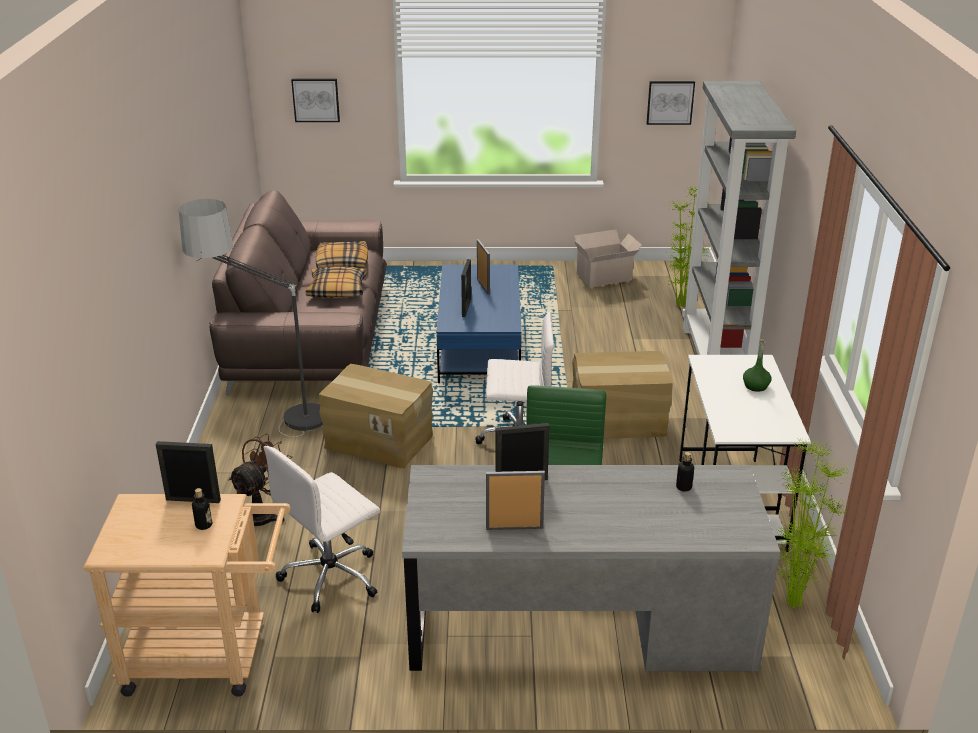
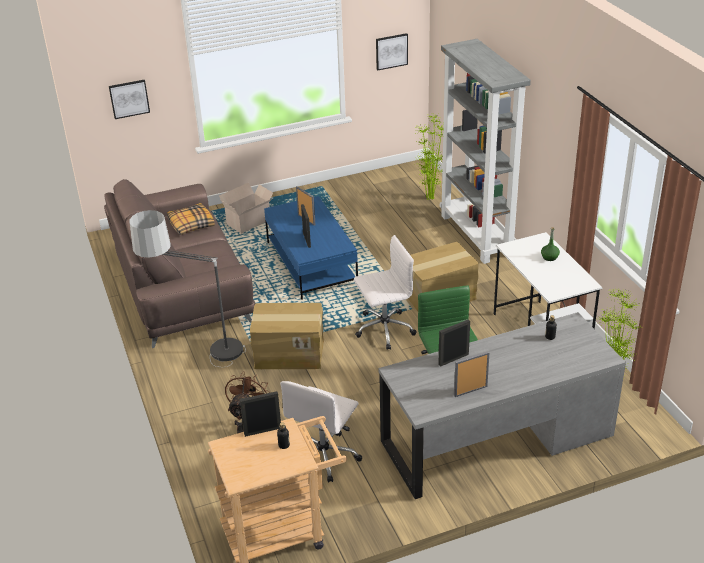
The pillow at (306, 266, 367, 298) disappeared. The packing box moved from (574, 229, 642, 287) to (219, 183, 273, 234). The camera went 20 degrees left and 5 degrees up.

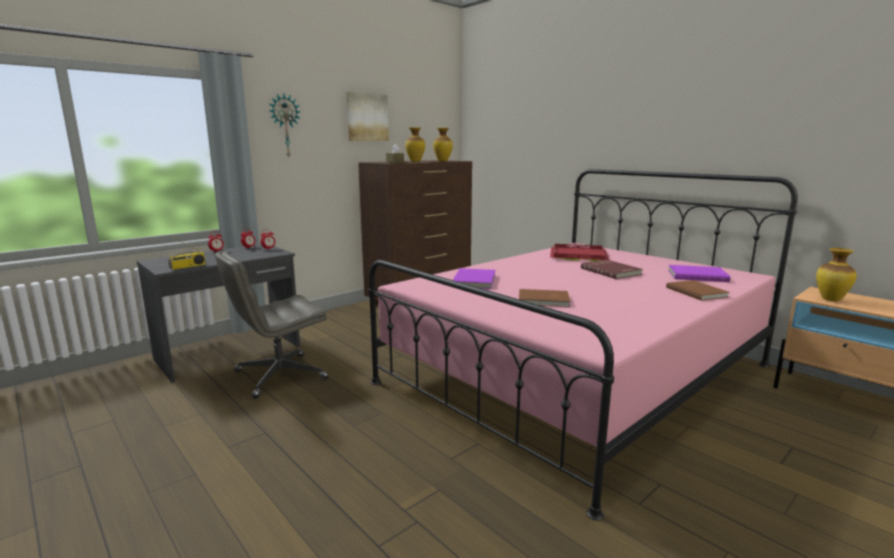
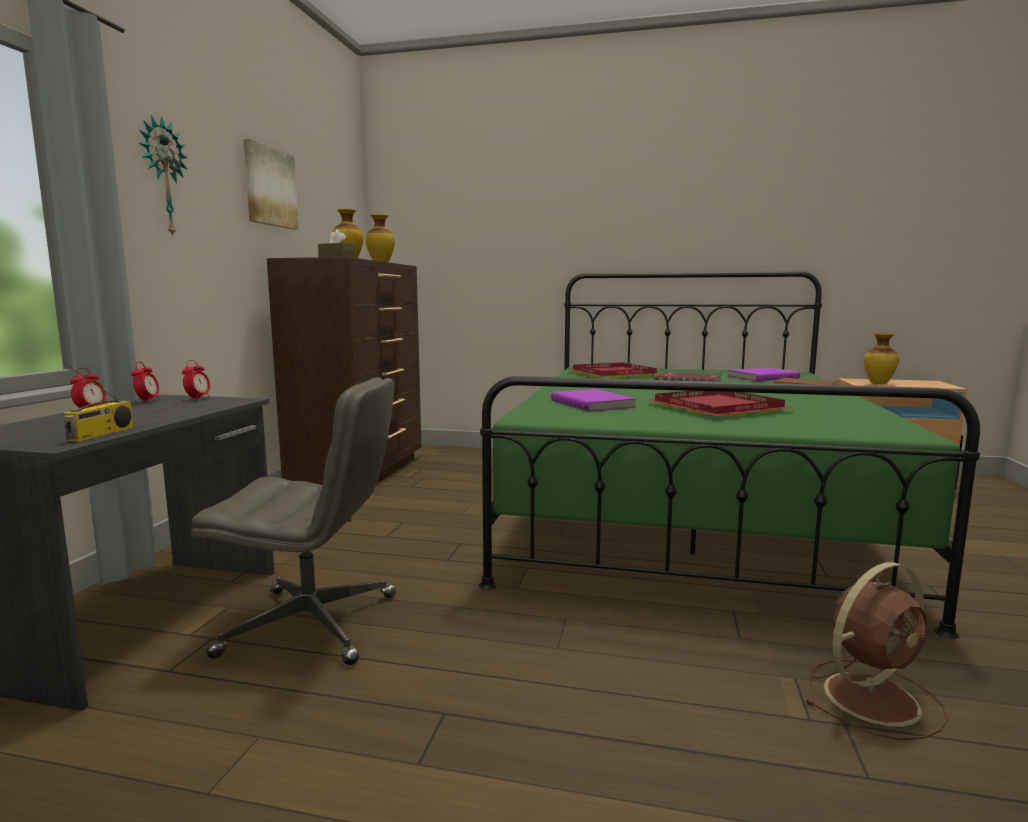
The desk chair (grey) at (215, 251, 328, 398) turned 105 degrees counterclockwise. The sleeping bed (pink-coloured) at (368, 169, 798, 521) became the sleeping bed (green) at (479, 271, 980, 639). The volume (brown) at (519, 289, 570, 307) was replaced by the carrying tray (red-coloured) at (649, 391, 793, 417). The electric fan (brown) at (805, 562, 948, 740) appeared. The camera went 35 degrees left and 5 degrees down.

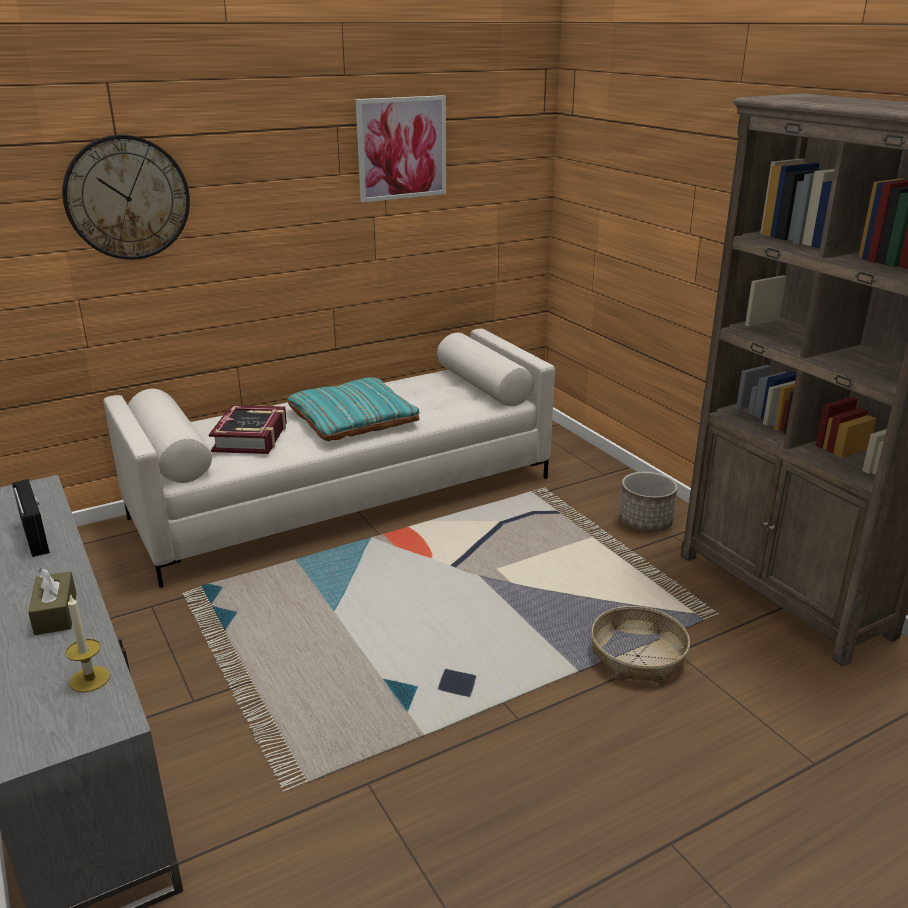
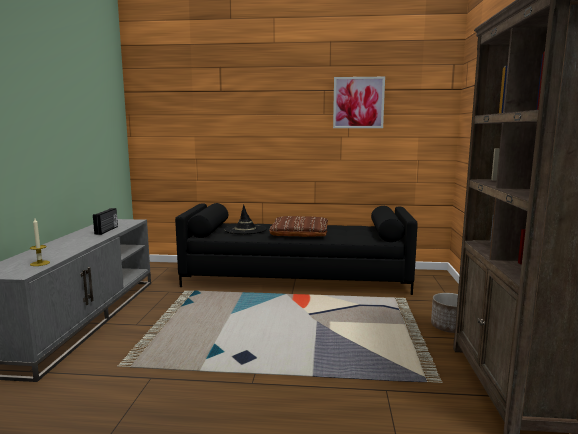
The tissue box (brown) at (28, 568, 76, 635) disappeared. The wall clock at (62, 135, 190, 260) disappeared. The couch (white-coloured) at (103, 329, 555, 588) became the couch (black-coloured) at (175, 203, 418, 295). The volume at (209, 405, 287, 454) was replaced by the wearable hat (black-coloured) at (224, 205, 267, 234). The pillow (turquoise-coloured) at (287, 377, 420, 441) became the pillow (brown) at (269, 216, 328, 237). The household basket at (591, 606, 690, 684) disappeared. The camera went 35 degrees right and 15 degrees down.

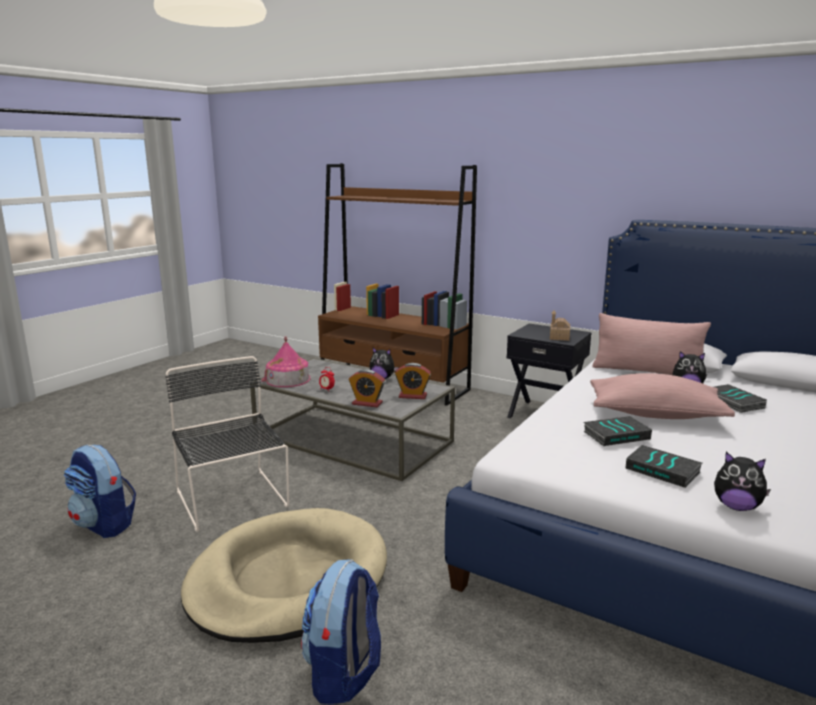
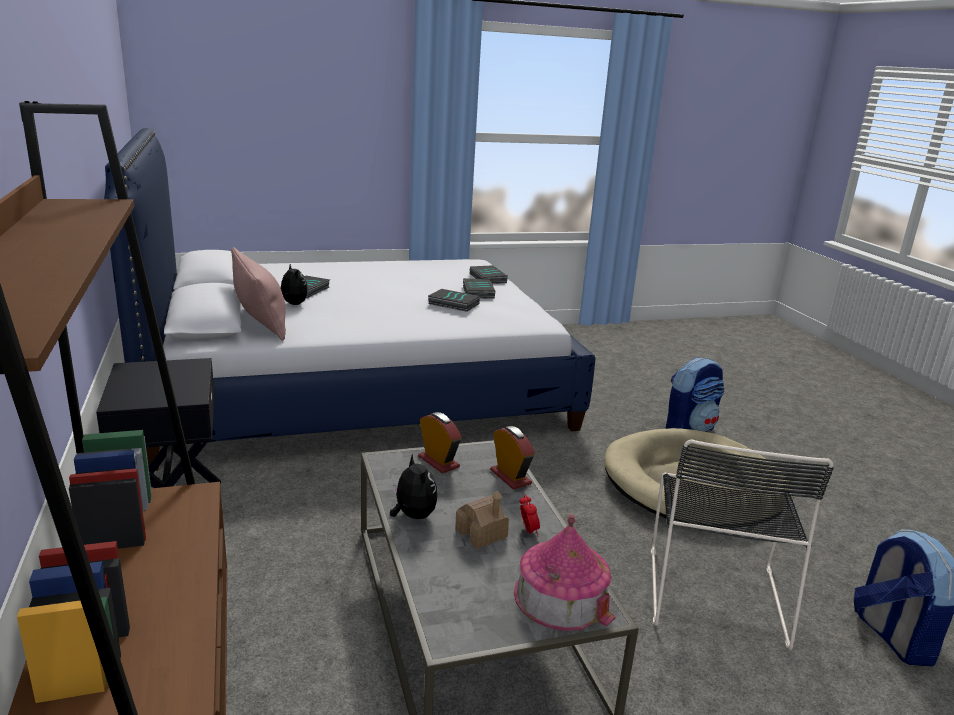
The miniature house moved from (550, 311, 570, 341) to (455, 490, 509, 549). The pillow (pink-coloured) at (590, 373, 735, 419) disappeared. The cuddly toy at (714, 452, 771, 511) was replaced by the volume at (469, 265, 508, 284). The camera went 140 degrees left and 5 degrees up.

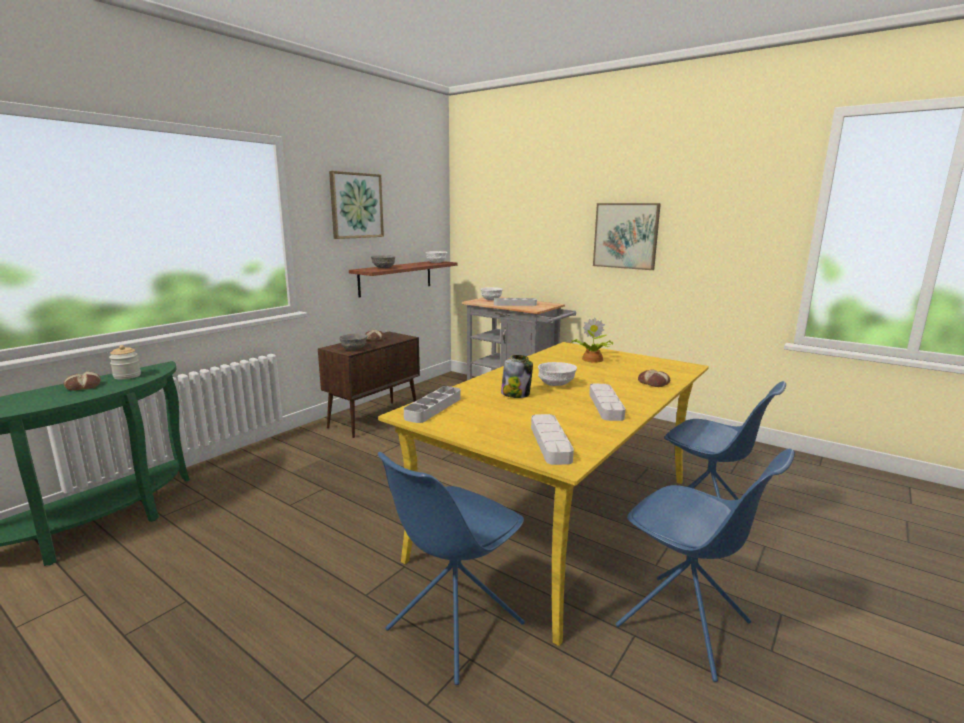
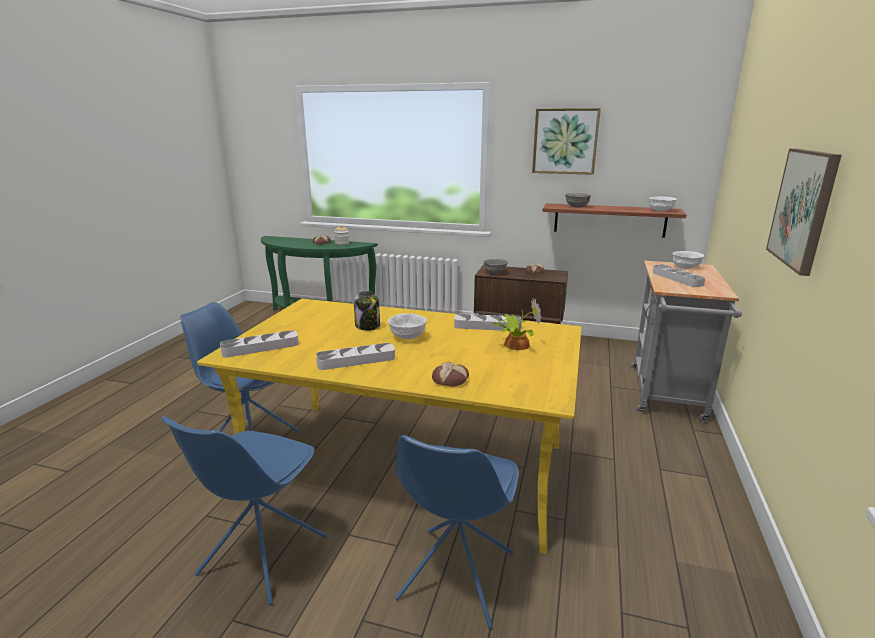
The carrying tray (grey) moved from (404, 386, 461, 423) to (454, 314, 522, 331). The camera went 70 degrees right and 5 degrees up.

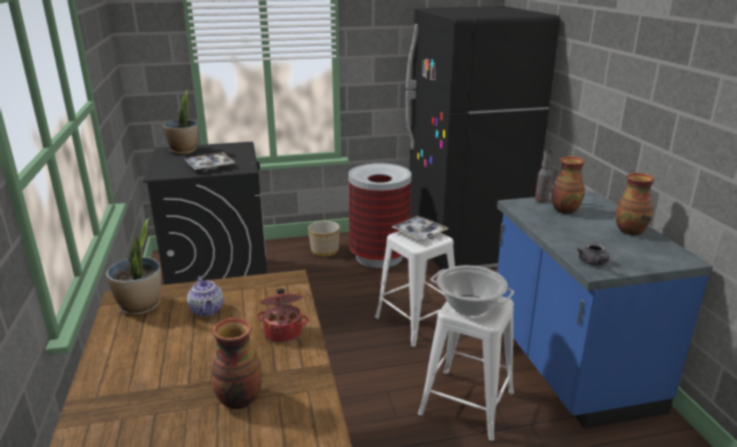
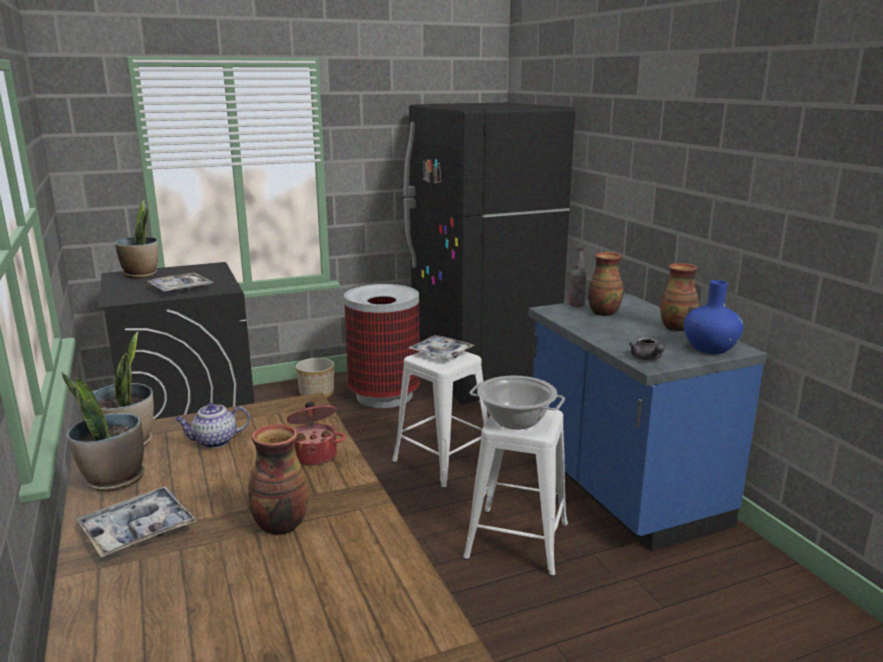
The tea pot at (187, 276, 224, 317) turned 105 degrees clockwise. The houseplant at (62, 372, 144, 492) appeared. The carrying tray at (77, 486, 197, 557) appeared. The vase (bluish) at (684, 280, 743, 354) appeared. The camera went 10 degrees left and 5 degrees down.

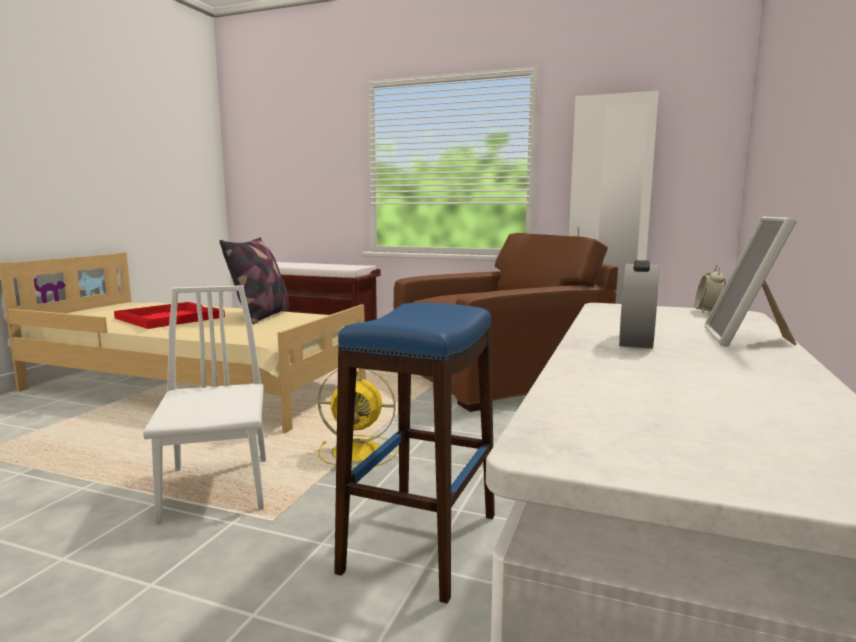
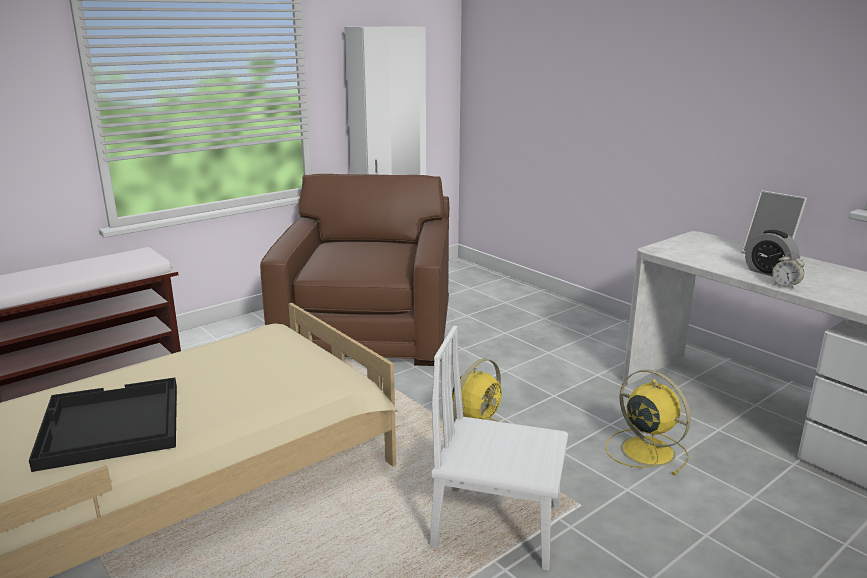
The carrying tray (red-coloured) at (114, 302, 225, 329) became the carrying tray (black-coloured) at (29, 378, 177, 472). The pillow at (219, 237, 290, 324) disappeared. The stool (bluish) at (334, 303, 495, 604) was replaced by the electric fan (yellow) at (605, 370, 691, 475). The table clock moved from (695, 264, 726, 313) to (772, 252, 805, 289). The camera went 60 degrees left and 10 degrees up.

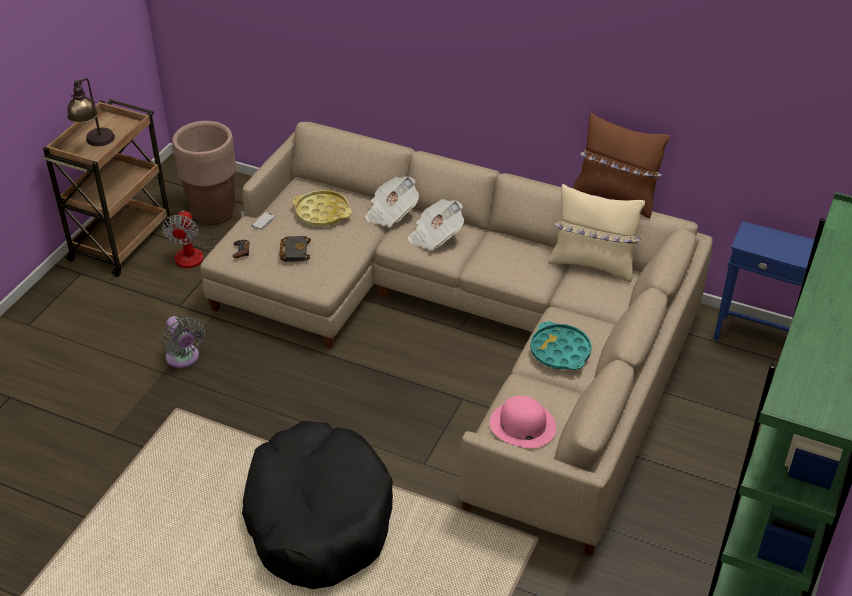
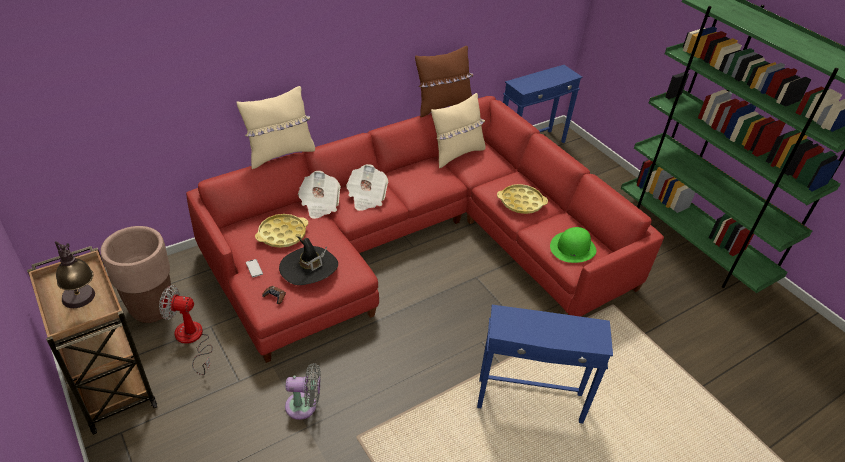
The electric fan at (162, 210, 245, 268) turned 150 degrees clockwise. The couch (beige-coloured) at (200, 122, 713, 556) became the couch (red-coloured) at (186, 96, 664, 363). The dog cushion (black-coloured) at (242, 421, 393, 589) was replaced by the end table (bluish) at (477, 305, 613, 423). The volume (black-coloured) at (280, 236, 311, 262) was replaced by the wearable hat (black-coloured) at (279, 236, 338, 285). The wearable hat (pink-coloured) at (490, 396, 556, 448) became the wearable hat (green) at (550, 227, 596, 263). The carrying tray (turquoise-coloured) at (530, 321, 592, 370) became the carrying tray (yellow) at (497, 184, 548, 214). The pillow (beige-coloured) at (237, 86, 315, 169) appeared. The camera went 60 degrees left and 0 degrees up.

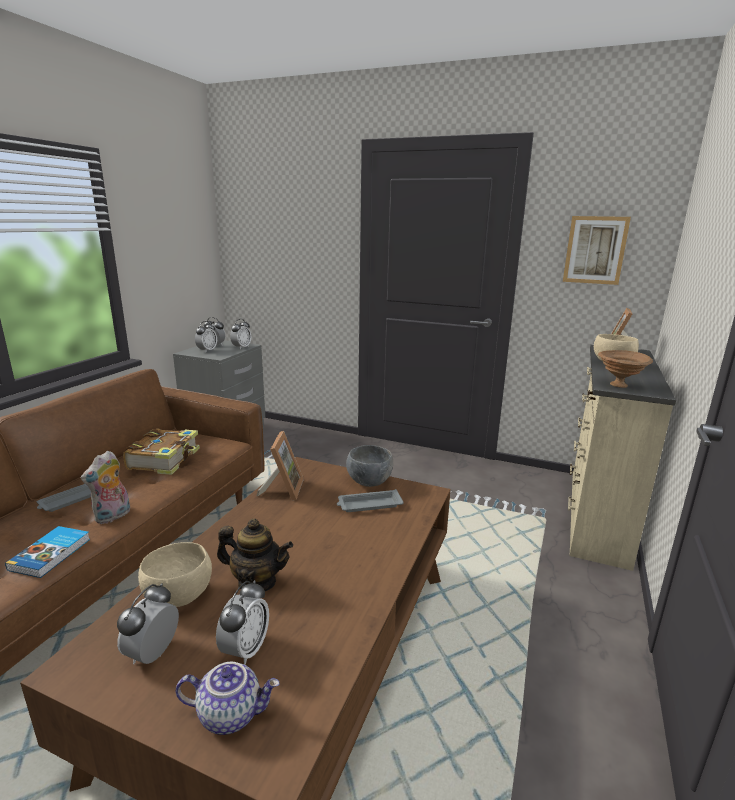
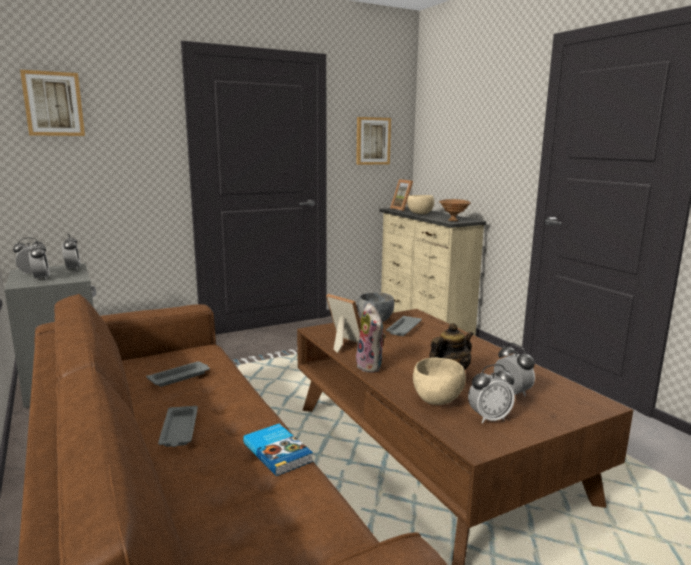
The cuddly toy moved from (81, 451, 130, 524) to (356, 303, 386, 373). The table clock at (117, 583, 179, 664) turned 75 degrees counterclockwise. The volume at (123, 428, 200, 475) was replaced by the carrying tray (grey) at (146, 361, 210, 387). The tea pot at (176, 662, 280, 735) disappeared. The wall picture at (20, 70, 85, 136) appeared. The camera went 50 degrees left and 5 degrees down.

